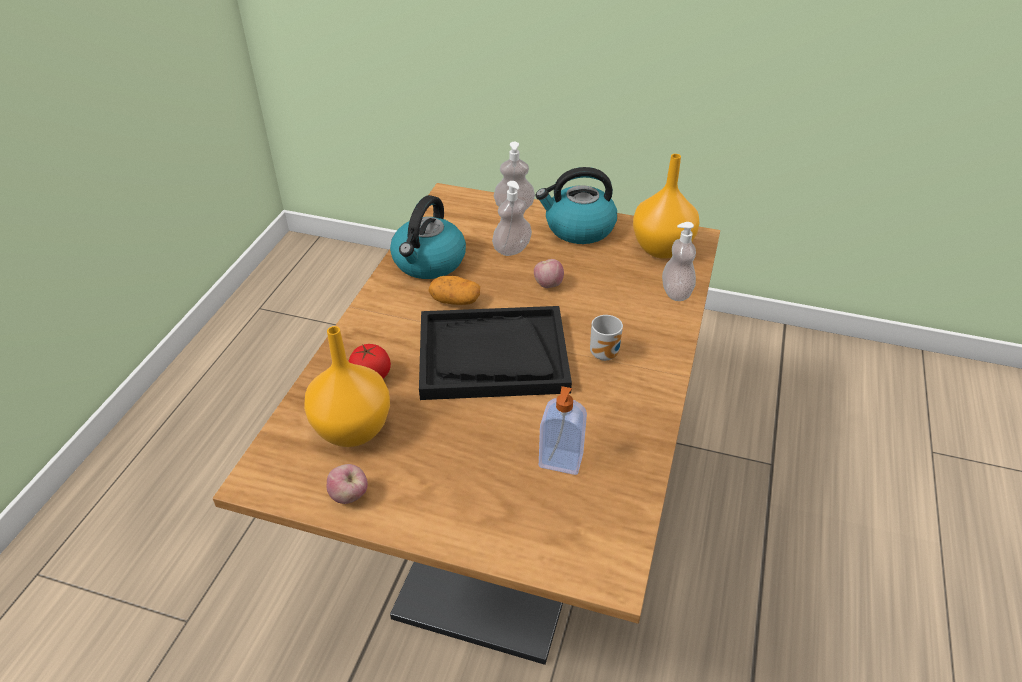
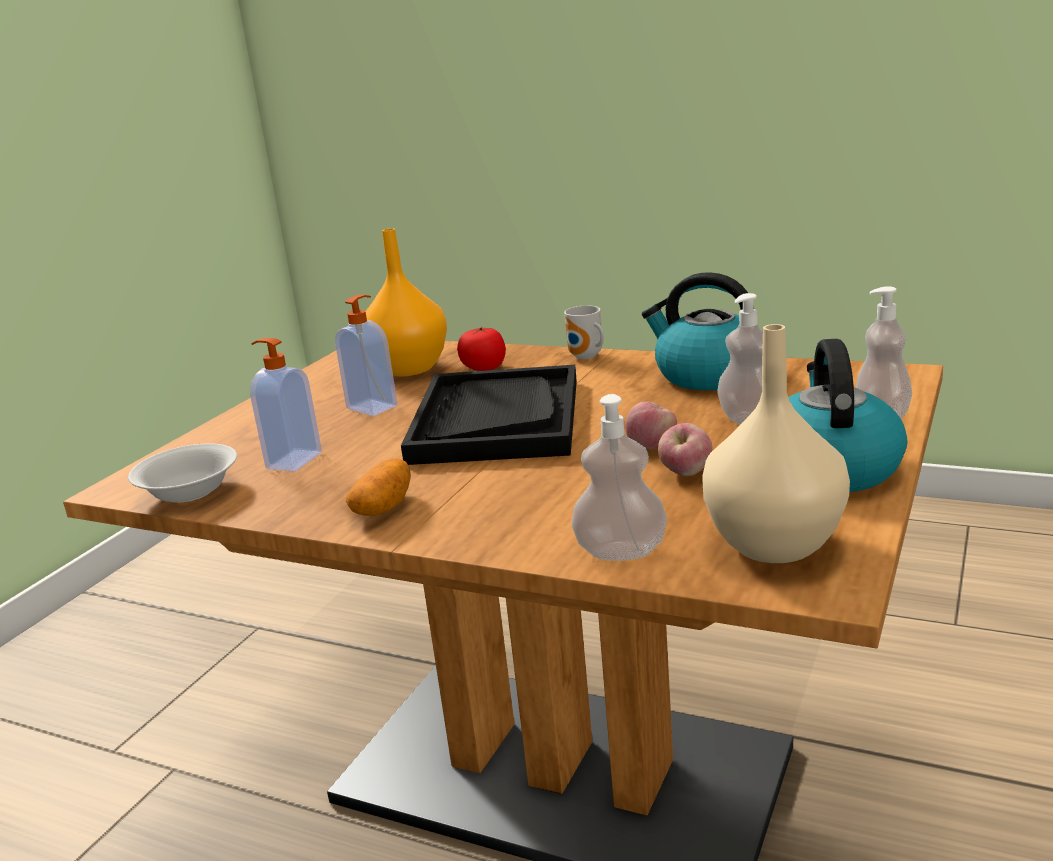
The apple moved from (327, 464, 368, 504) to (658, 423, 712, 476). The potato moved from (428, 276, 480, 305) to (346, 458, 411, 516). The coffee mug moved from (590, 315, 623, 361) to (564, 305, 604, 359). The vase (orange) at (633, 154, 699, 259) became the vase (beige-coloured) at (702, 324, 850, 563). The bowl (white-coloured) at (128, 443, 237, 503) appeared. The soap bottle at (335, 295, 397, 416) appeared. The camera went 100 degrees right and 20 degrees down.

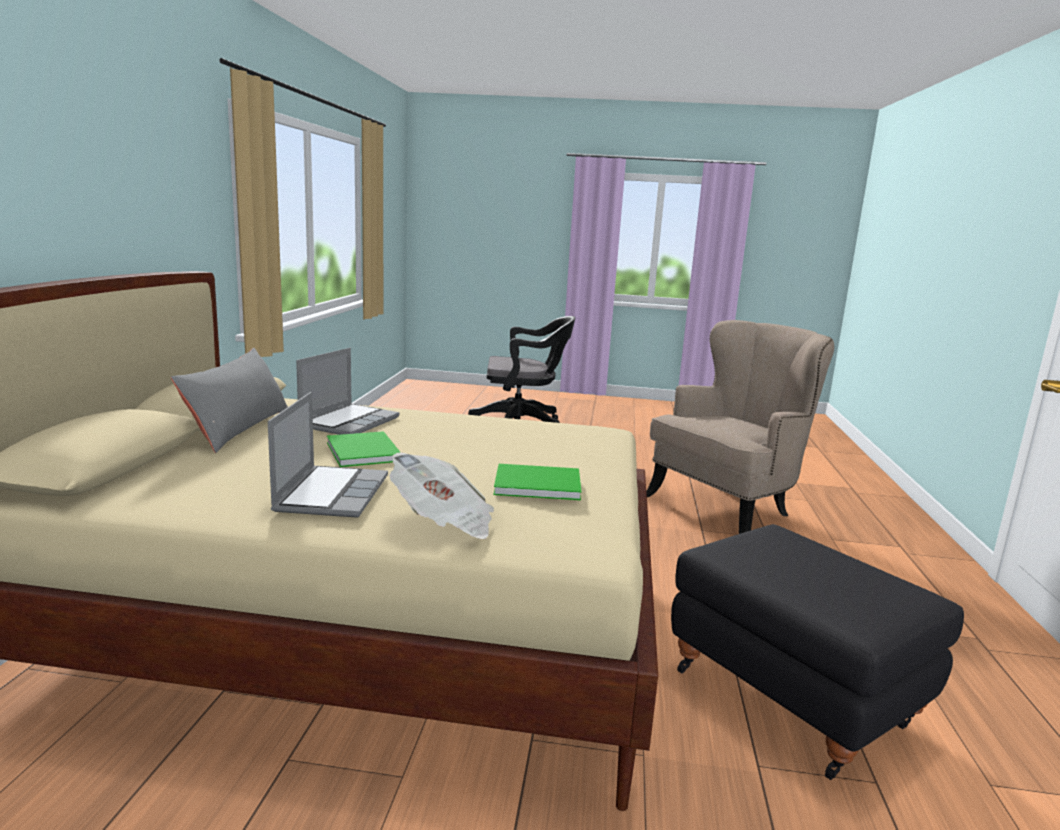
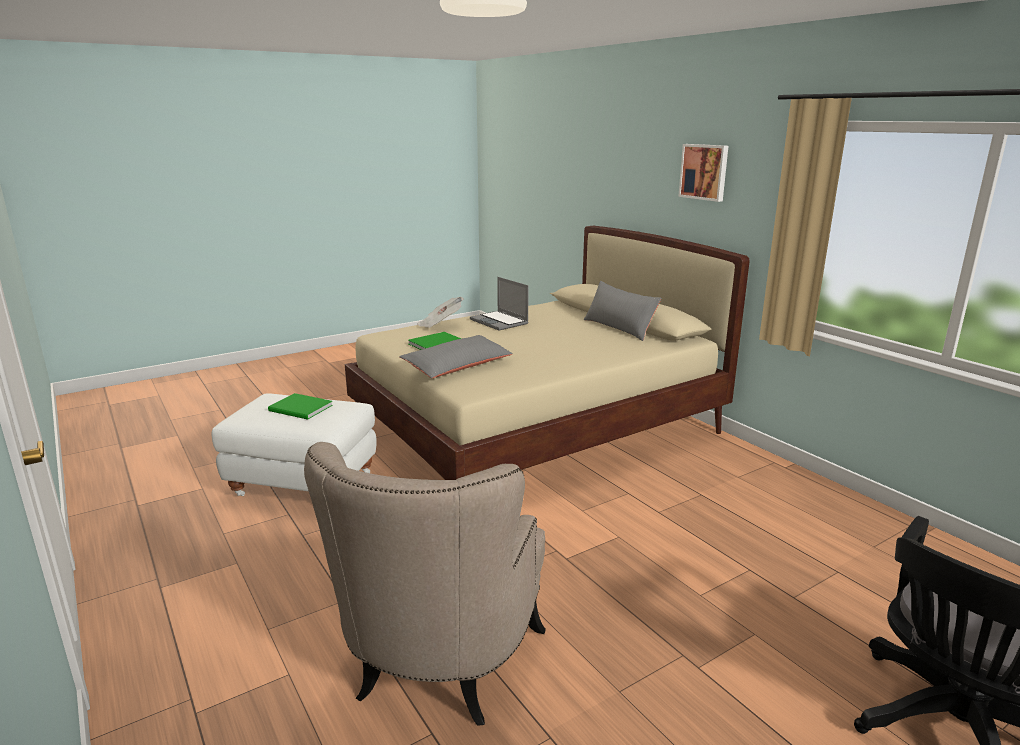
The laptop at (296, 348, 399, 435) disappeared. The volume (green) moved from (327, 431, 400, 467) to (268, 393, 333, 420). The ottoman (black-coloured) at (671, 524, 964, 780) became the ottoman (white-coloured) at (212, 393, 377, 496). The pillow (grey) at (399, 335, 513, 378) appeared. The wall picture at (678, 144, 728, 202) appeared. The camera went 140 degrees right and 5 degrees up.

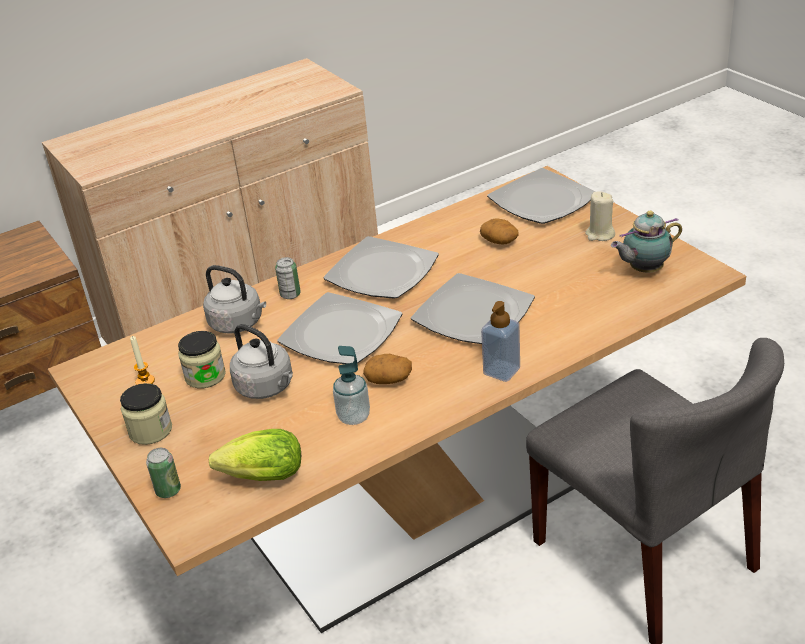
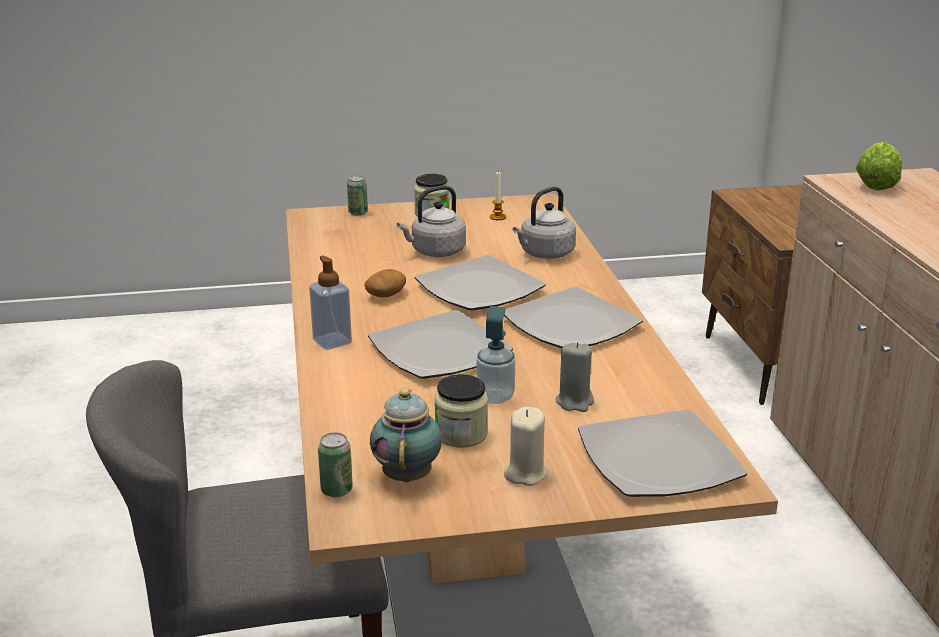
The preserve jar moved from (178, 331, 226, 388) to (434, 374, 488, 448). The lettuce moved from (209, 429, 301, 481) to (856, 142, 902, 191). The can moved from (275, 257, 301, 299) to (318, 433, 353, 498). The soap bottle moved from (333, 346, 370, 425) to (477, 306, 515, 404). The potato at (480, 218, 518, 244) was replaced by the candle (grey) at (555, 342, 594, 412). The camera went 110 degrees right and 10 degrees down.

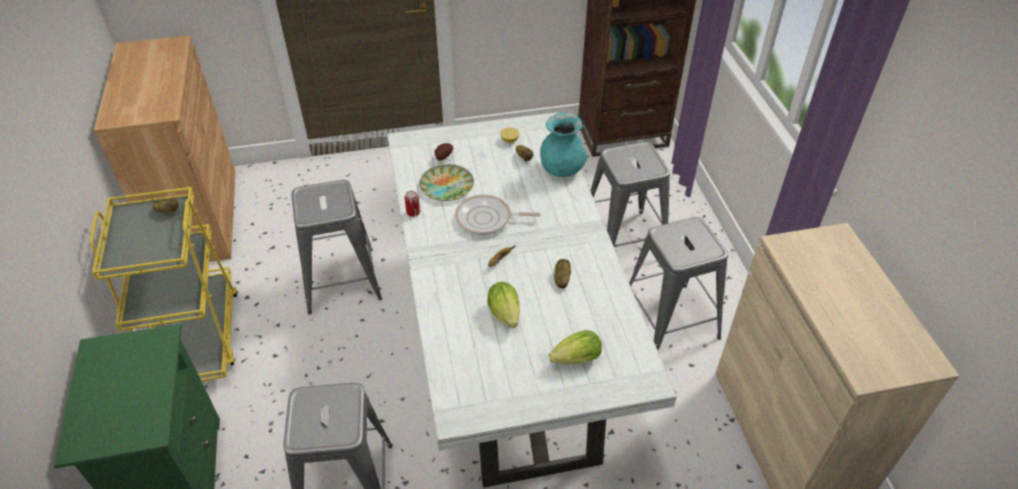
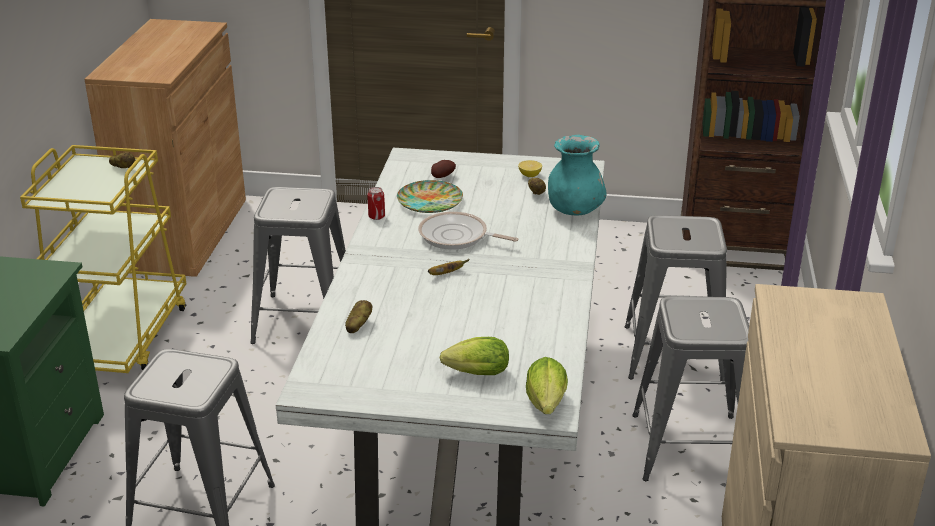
The lettuce moved from (487, 282, 520, 328) to (526, 357, 568, 414). The potato moved from (554, 259, 571, 289) to (345, 300, 372, 333). The camera went 20 degrees right and 15 degrees down.

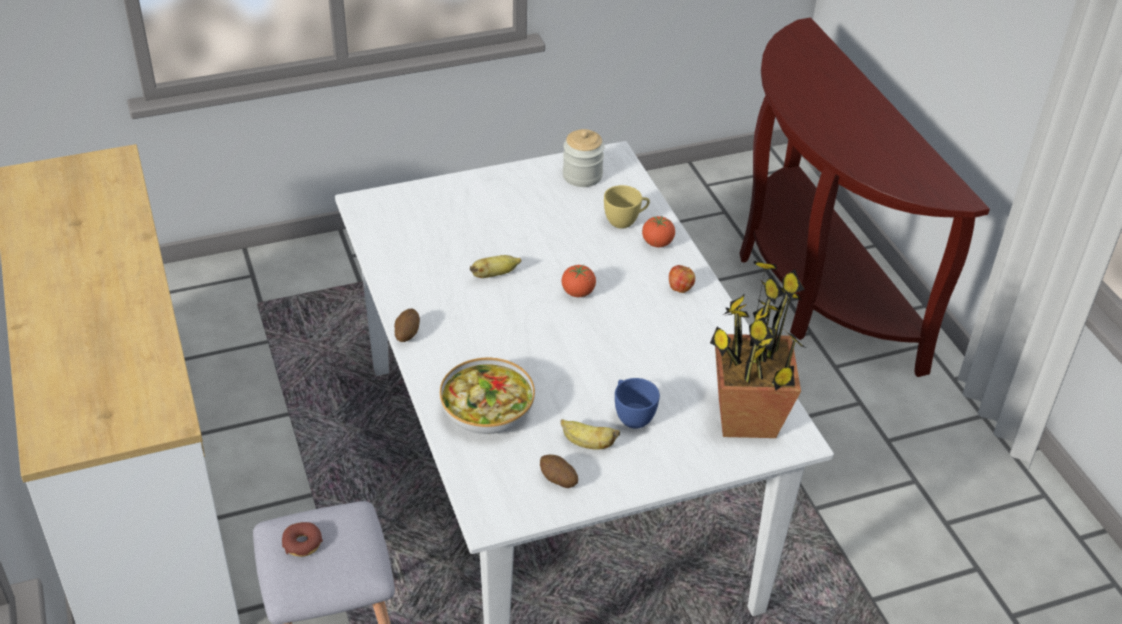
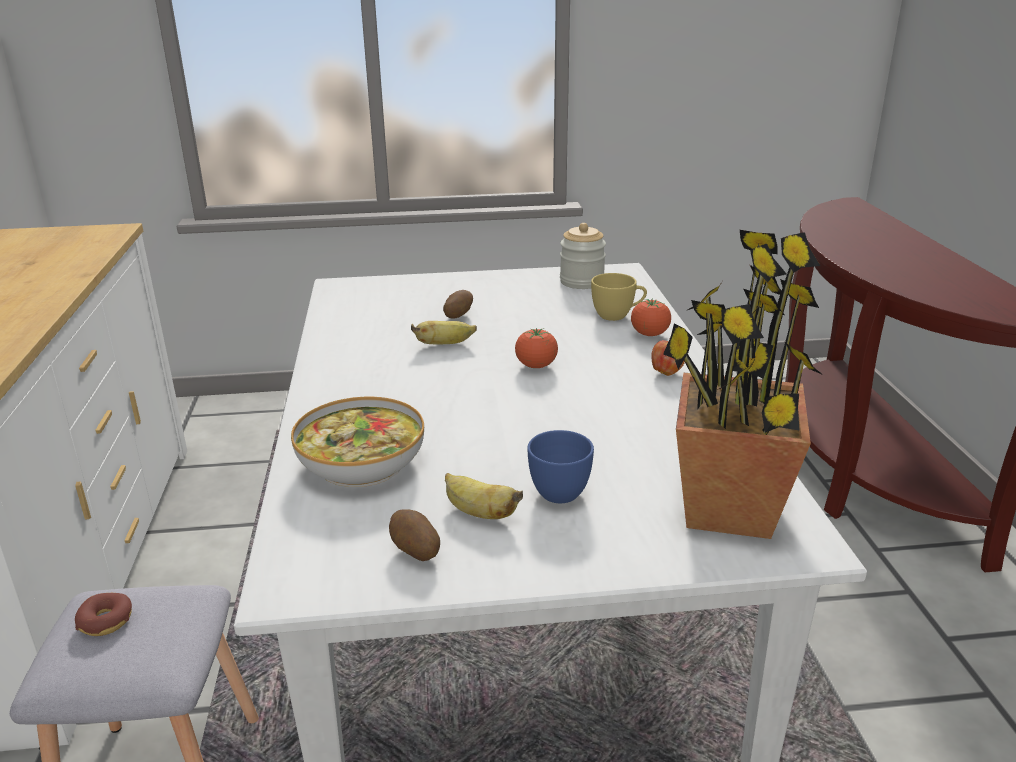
The potato moved from (394, 309, 420, 342) to (443, 290, 473, 319). The camera went 15 degrees right and 15 degrees down.

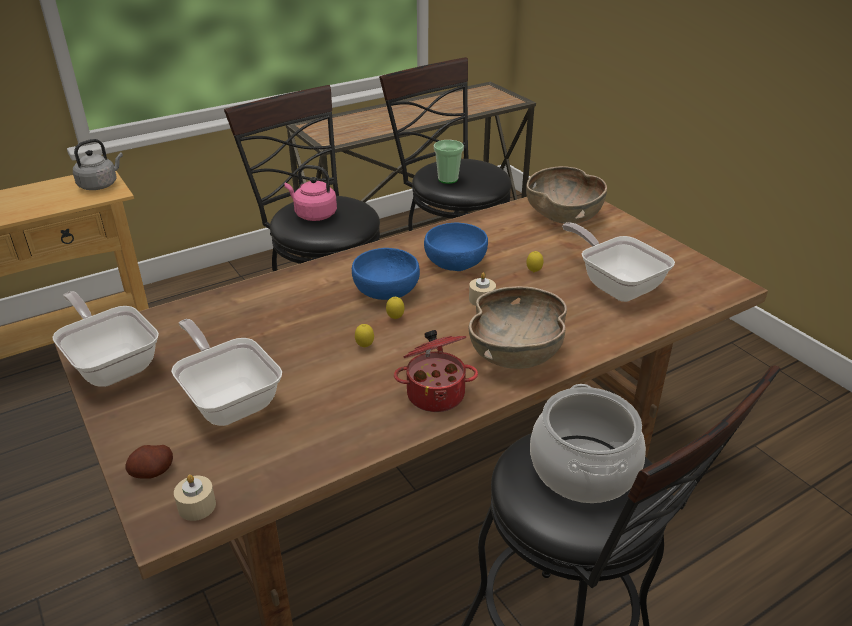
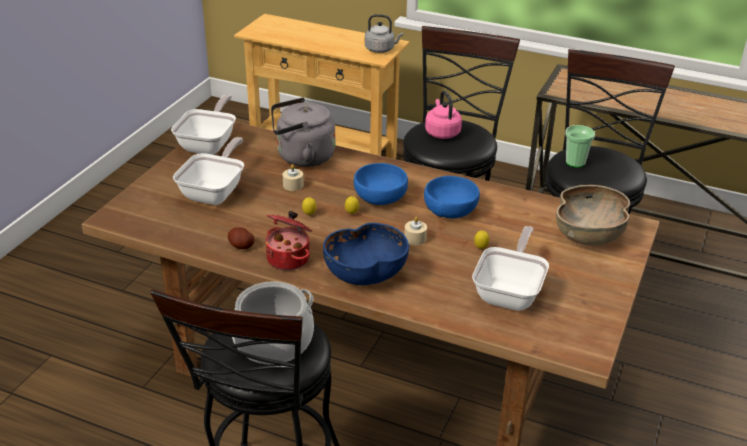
The potato moved from (125, 445, 173, 479) to (228, 227, 255, 249). The candle (beige-coloured) moved from (174, 475, 216, 521) to (283, 164, 304, 191). The bowl (brown) at (469, 286, 567, 369) became the bowl (bluish) at (323, 223, 409, 285). The tea kettle (grey) at (271, 97, 335, 167) appeared. The camera went 55 degrees right and 0 degrees up.

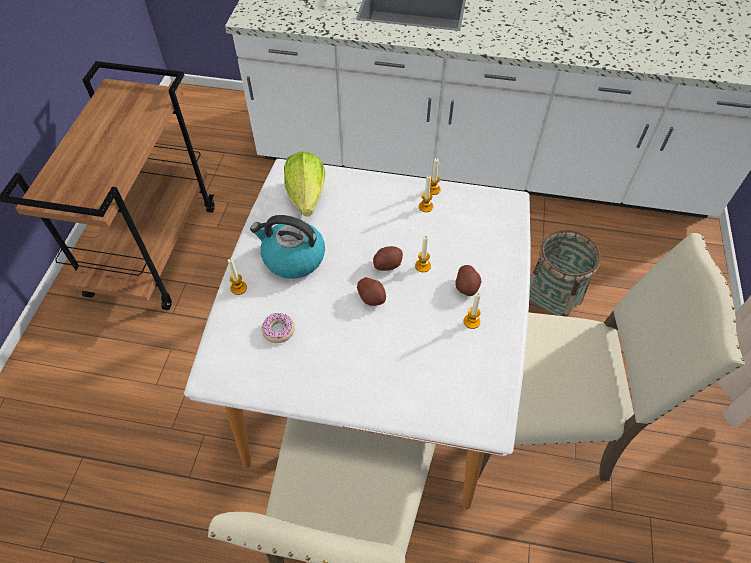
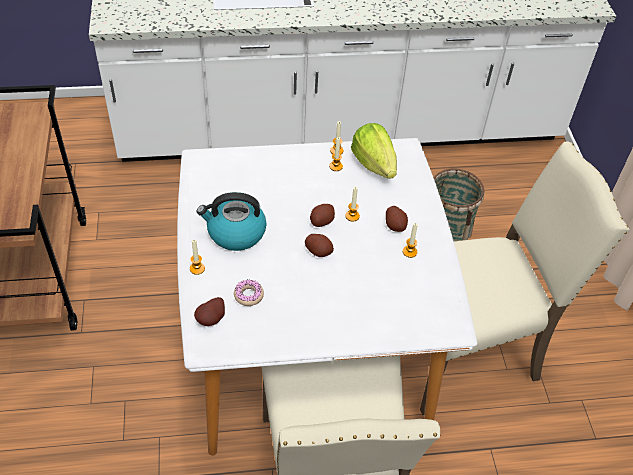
The lettuce moved from (284, 152, 325, 216) to (351, 123, 397, 179). The potato at (194, 297, 225, 326) appeared. The camera went 20 degrees left and 5 degrees down.

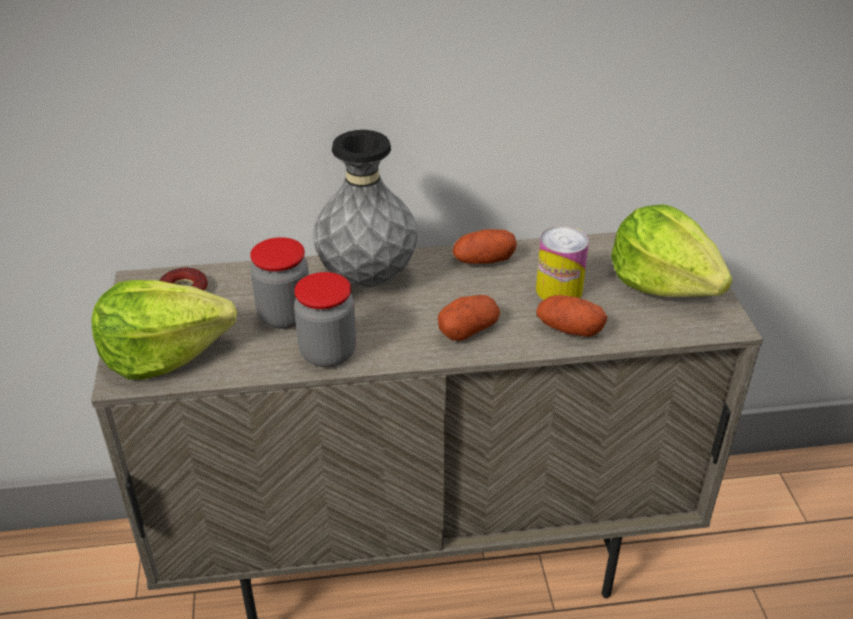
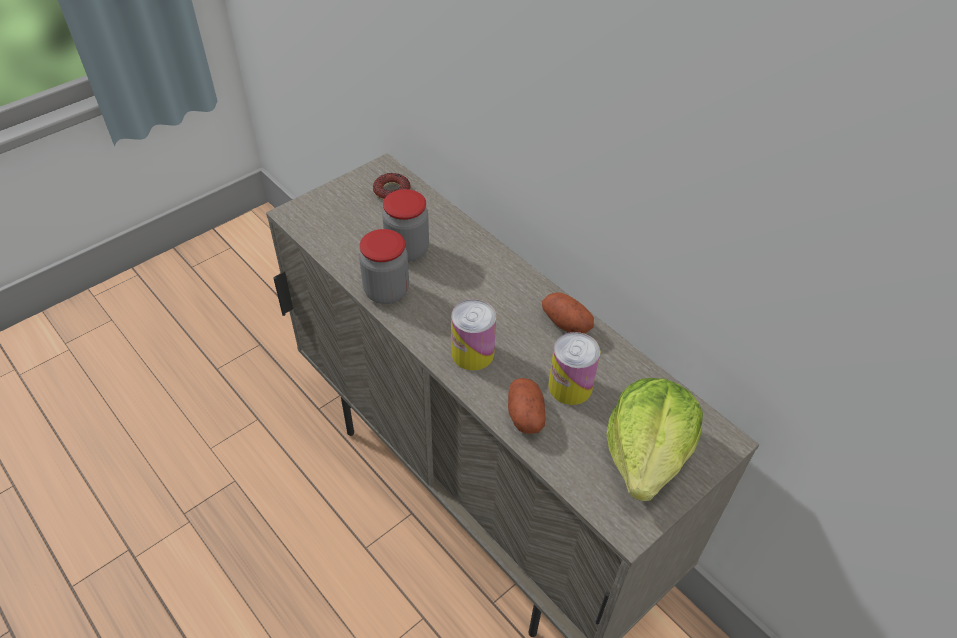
The lettuce at (91, 280, 237, 380) disappeared. The vase (grey) at (313, 130, 417, 287) disappeared. The potato at (438, 295, 500, 341) was replaced by the can at (451, 299, 496, 371). The camera went 55 degrees right and 10 degrees up.

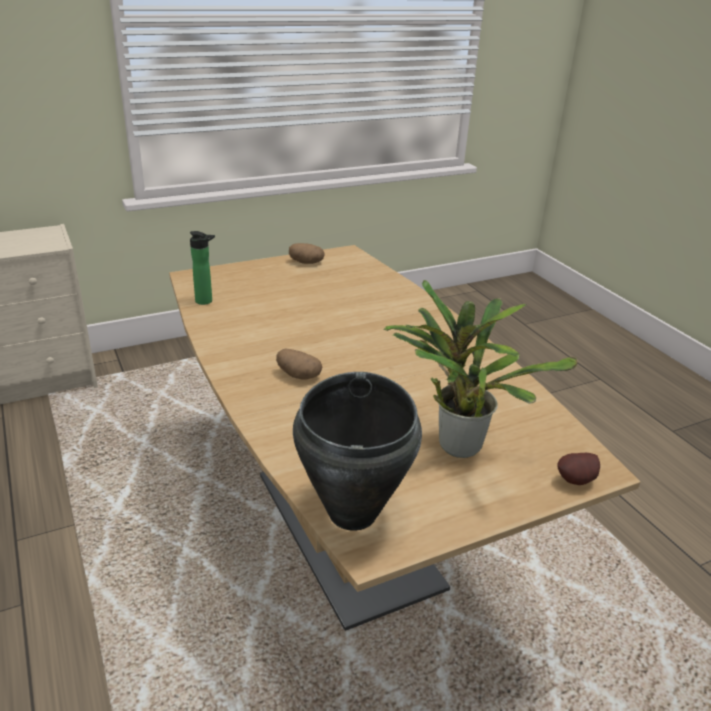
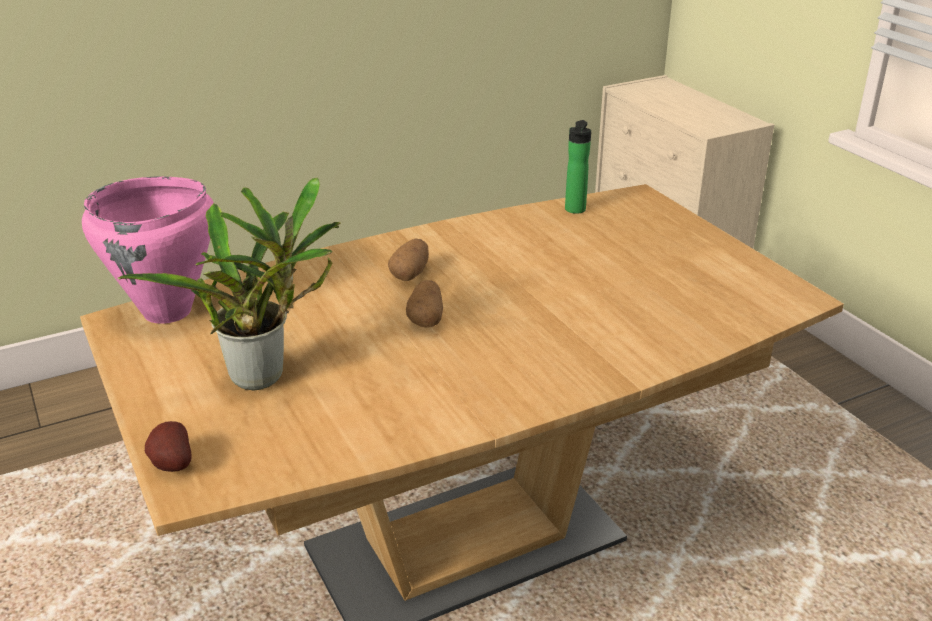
The potato moved from (289, 243, 325, 264) to (406, 280, 443, 328). The stockpot (black-coloured) at (293, 372, 422, 531) became the stockpot (pink-coloured) at (82, 177, 214, 324). The camera went 90 degrees right and 0 degrees up.

